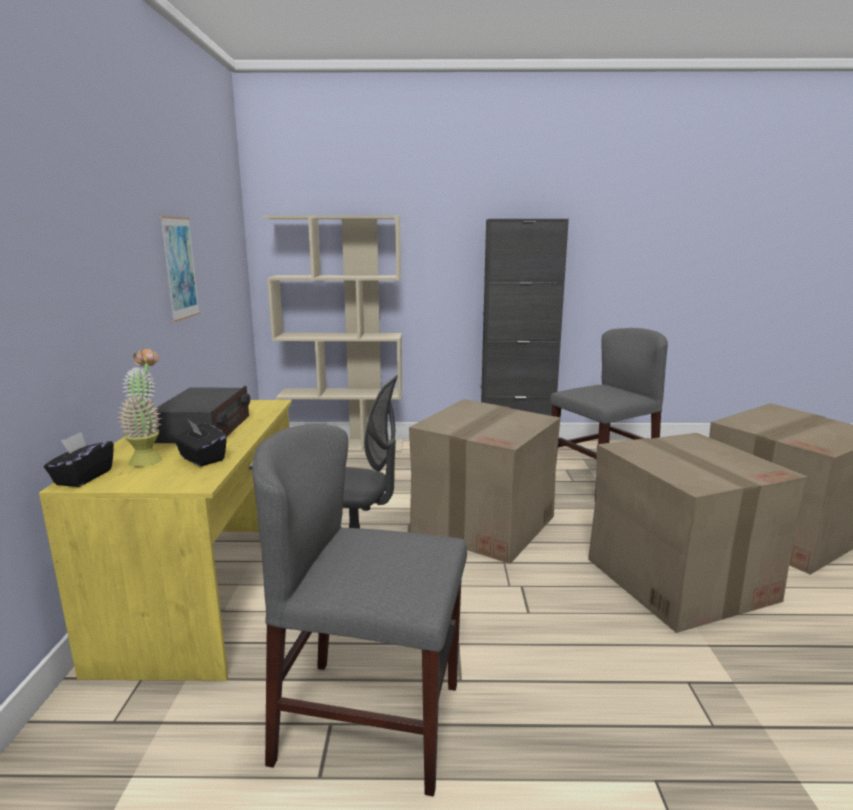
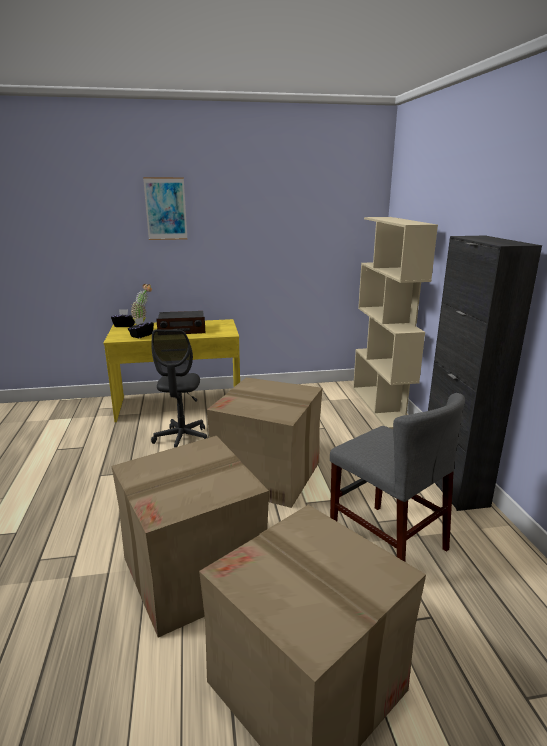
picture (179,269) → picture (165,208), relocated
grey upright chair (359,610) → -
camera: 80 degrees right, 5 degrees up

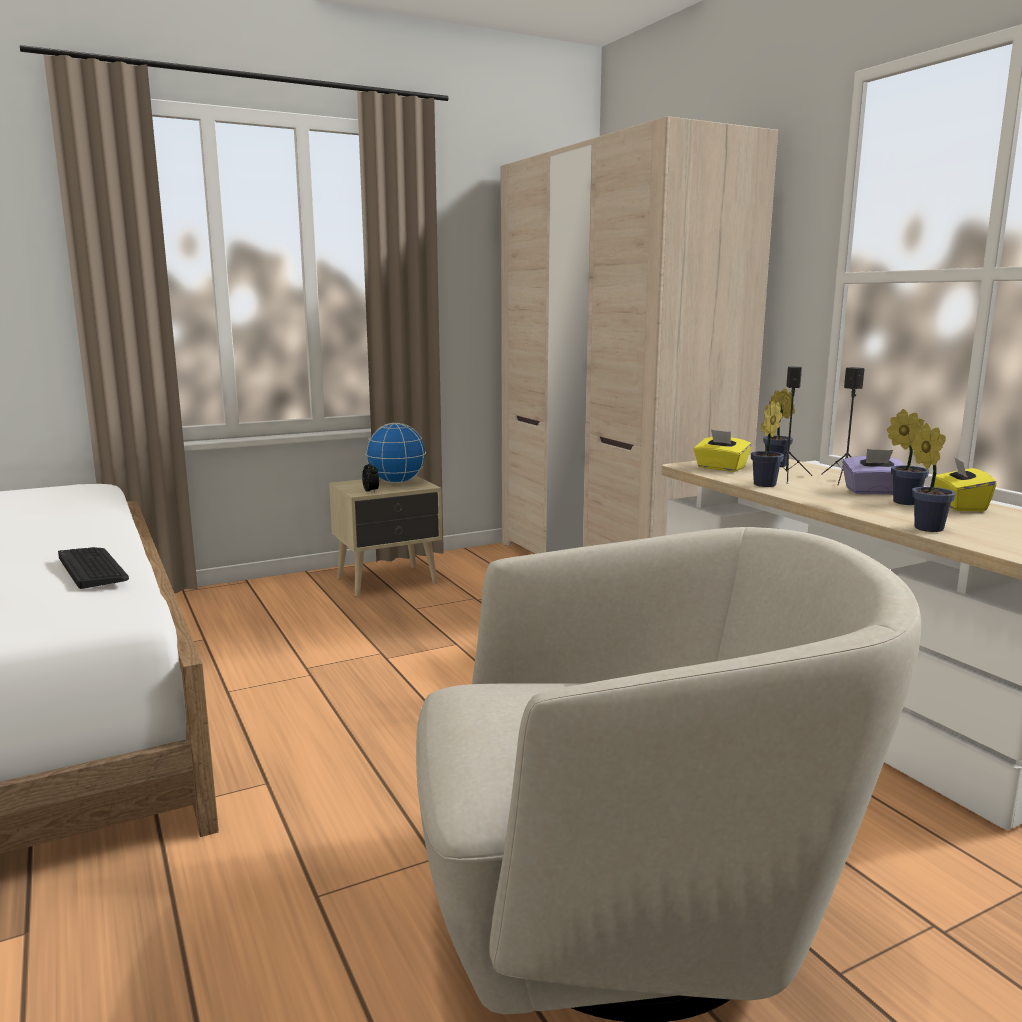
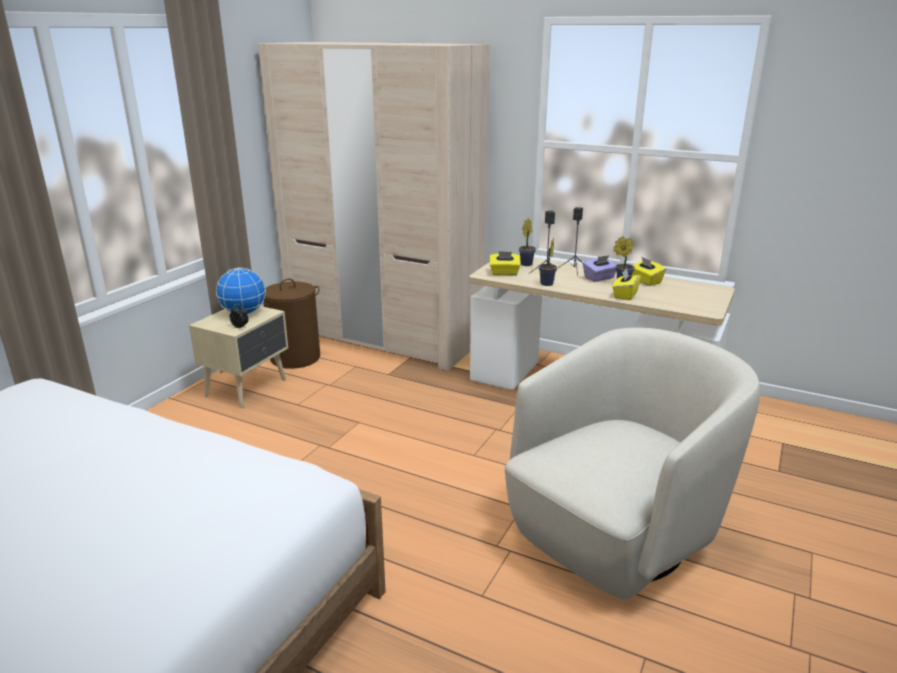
- → brown-coloured laundry basket (291,324)
- → yellowish box of tissues (626,284)
keyboard (93,568) → -
plant in a pot (933,477) → -
camera: 35 degrees left, 10 degrees up

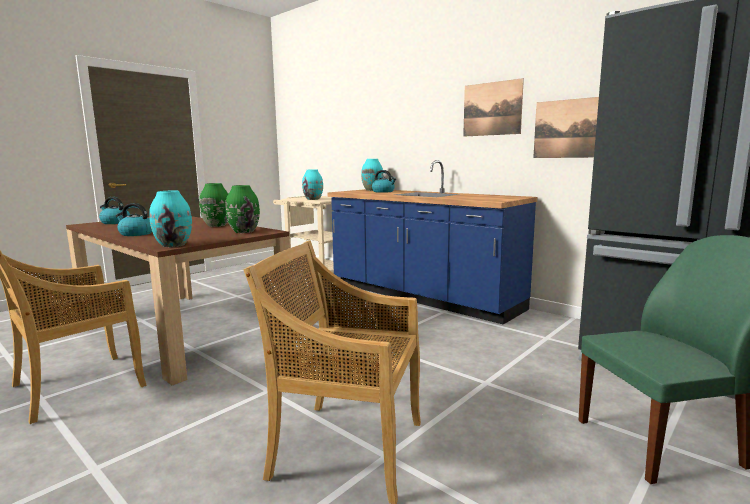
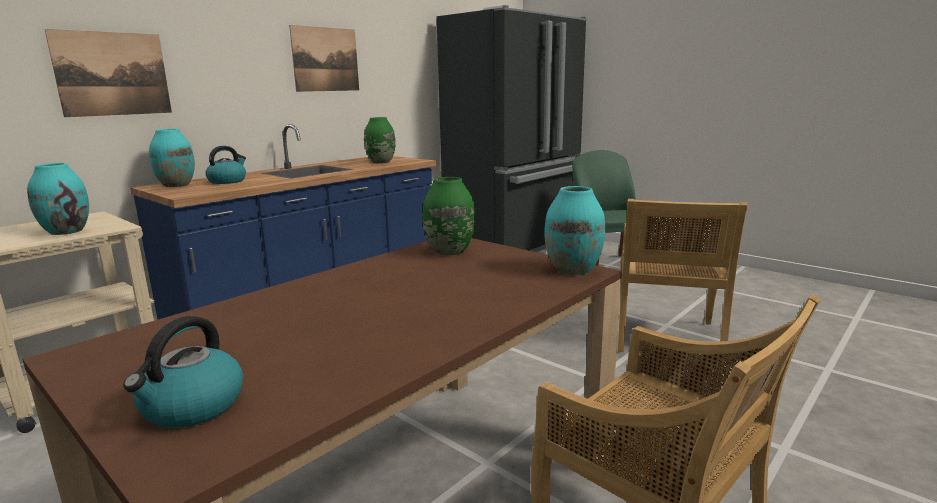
picture (566,127) → picture (108,73), relocated
greenish flower vase (213,205) → greenish flower vase (380,140), relocated
kettle (134,219) → -
camera: 90 degrees left, 5 degrees up

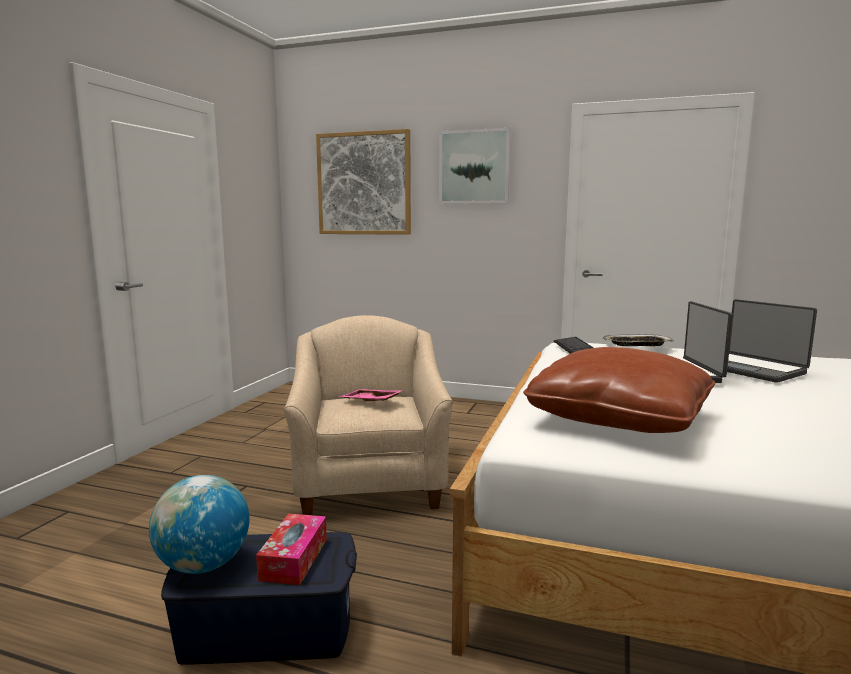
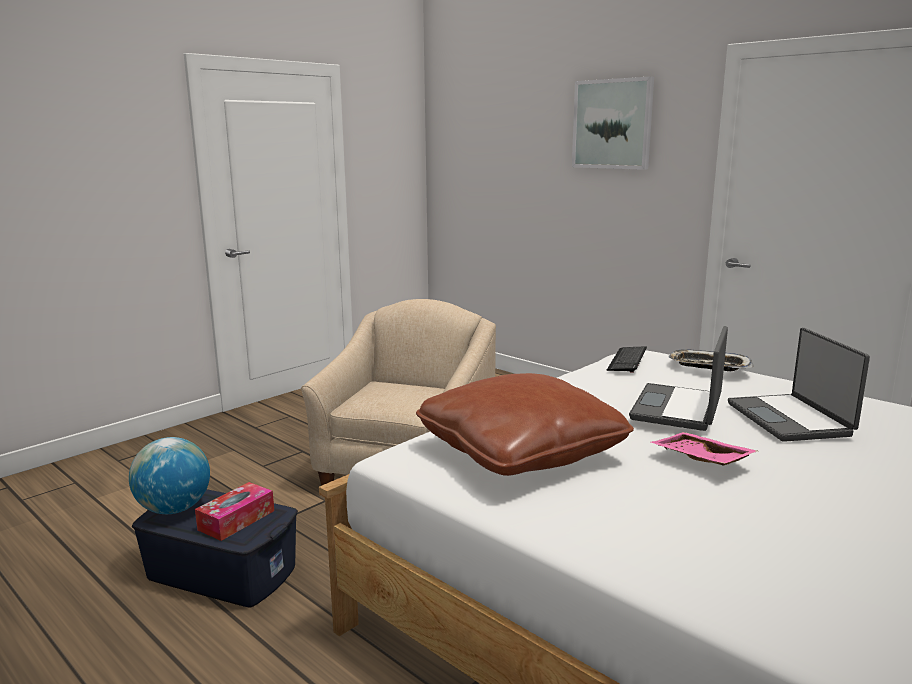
pink-coloured tray (372,395) → pink-coloured tray (704,448), relocated
picture (363,182) → -
camera: 25 degrees right, 5 degrees up

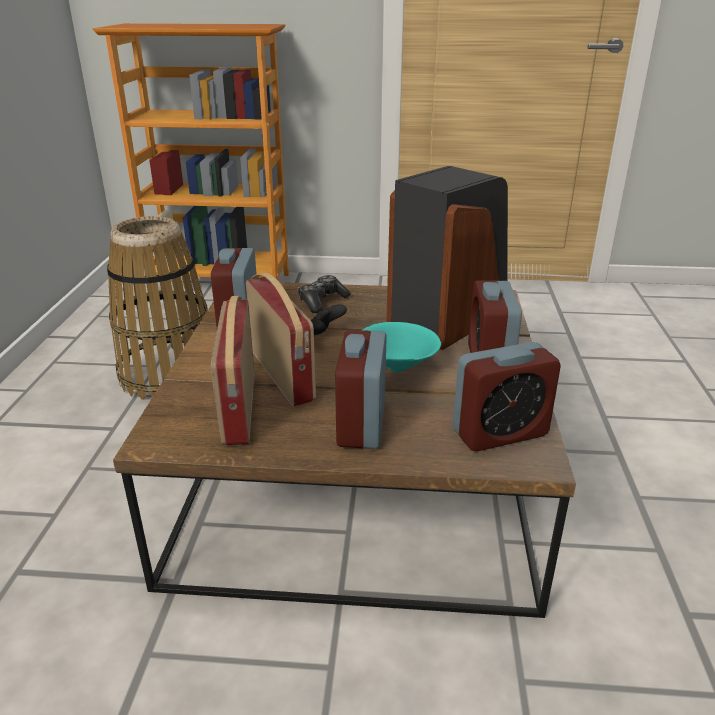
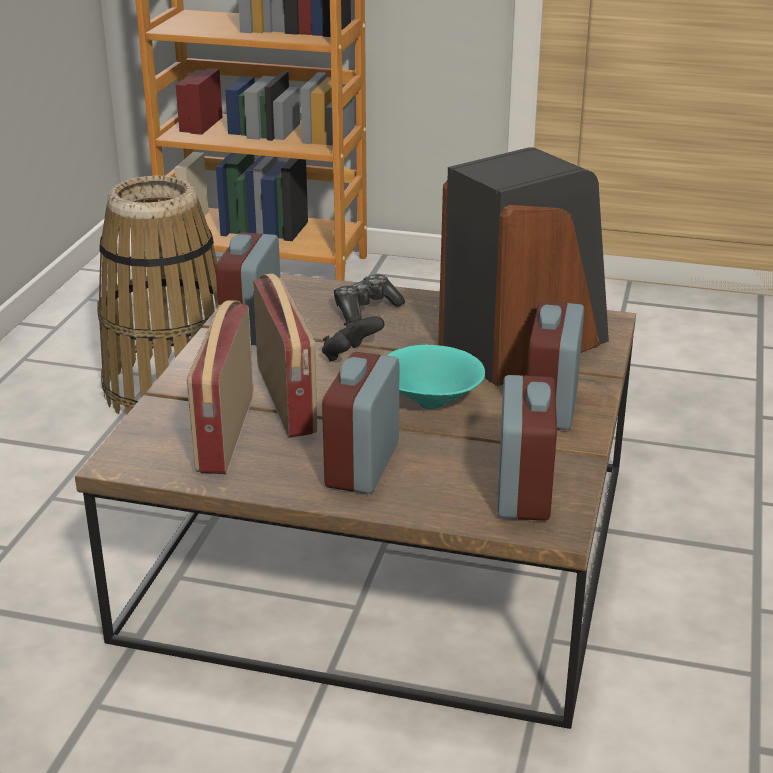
table clock (507,397) → table clock (527,448), 75 degrees counterclockwise
camera: 10 degrees right, 0 degrees up

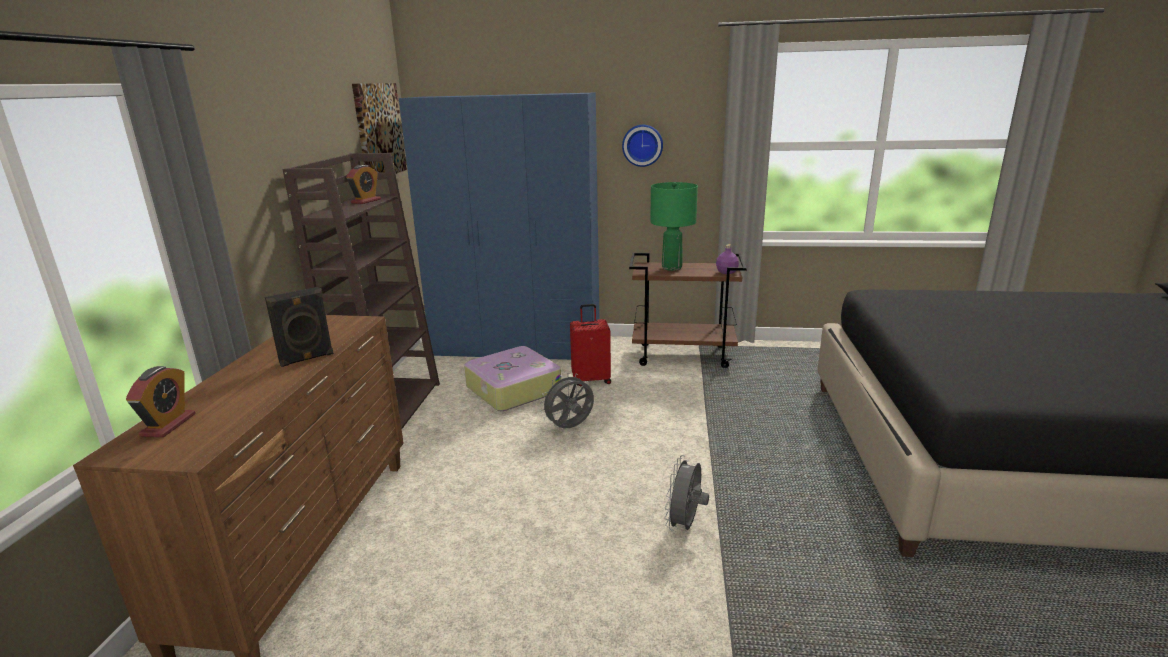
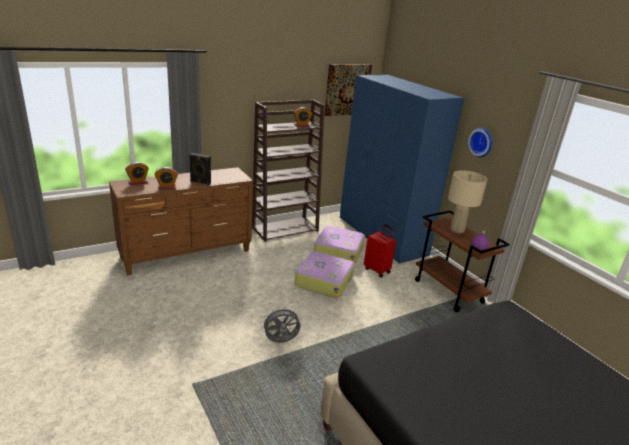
- → table clock (166,178)
grey electric fan (567,400) → suitcase (325,274)
greenish table lamp (674,226) → beige-coloured table lamp (467,201)
camera: 50 degrees right, 5 degrees up

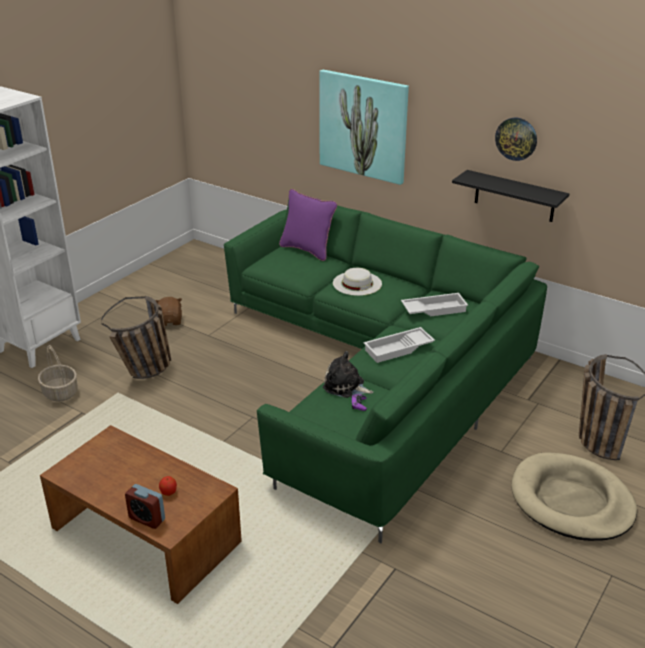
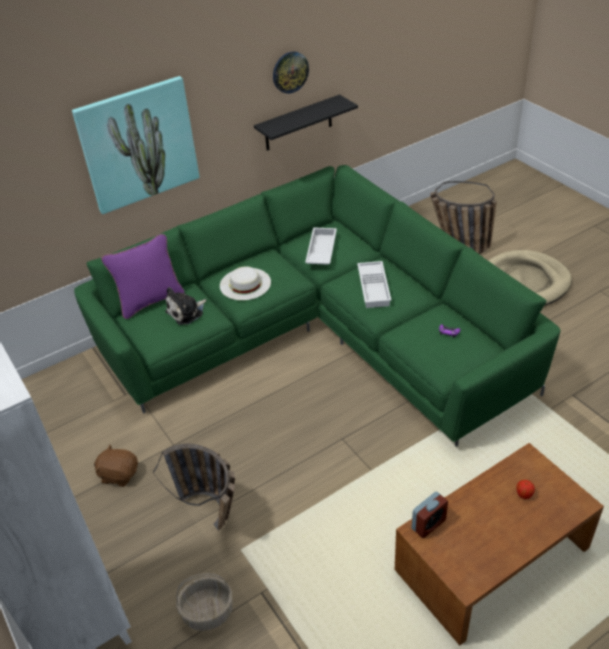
soft toy (348,374) → soft toy (186,306), relocated
table clock (145,506) → table clock (430,514), relocated
camera: 65 degrees left, 10 degrees up

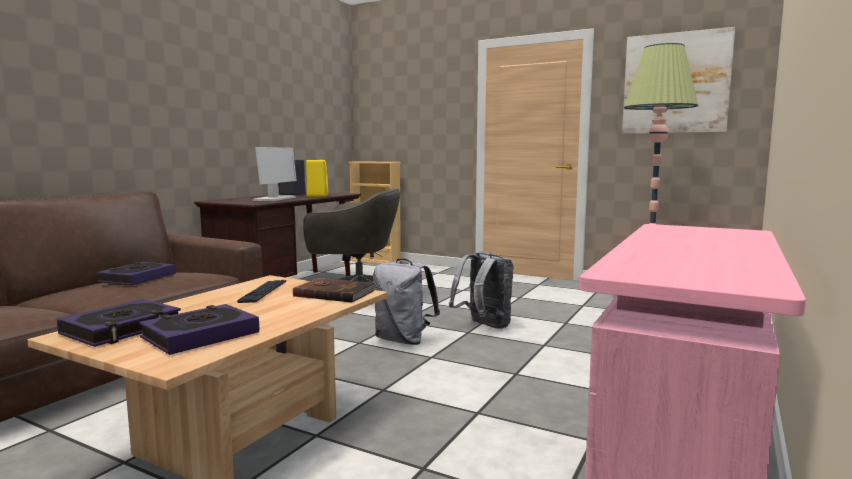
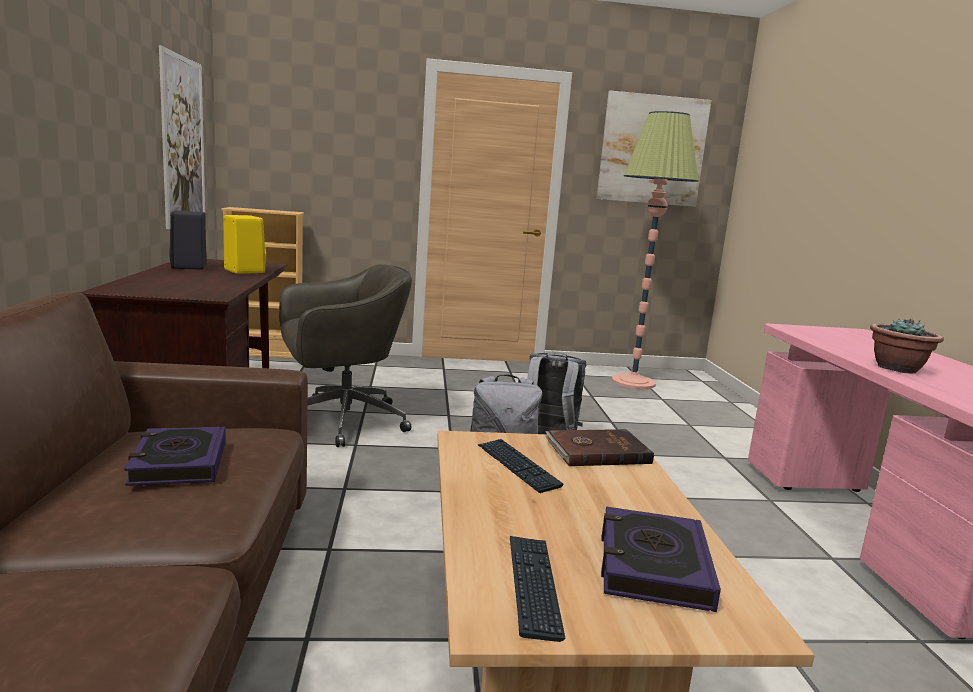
- → picture (182,137)
volume (119,323) → keyboard (537,589)
- → plant in a pot (907,346)
computer screen (275,174) → -
camera: 35 degrees left, 5 degrees up

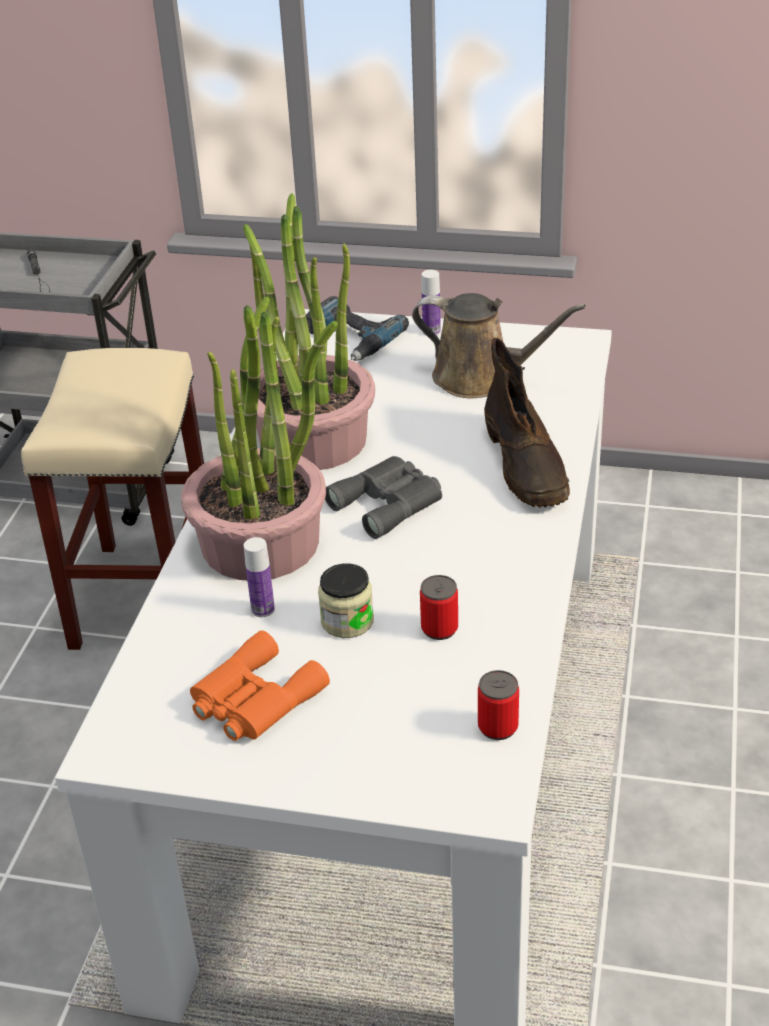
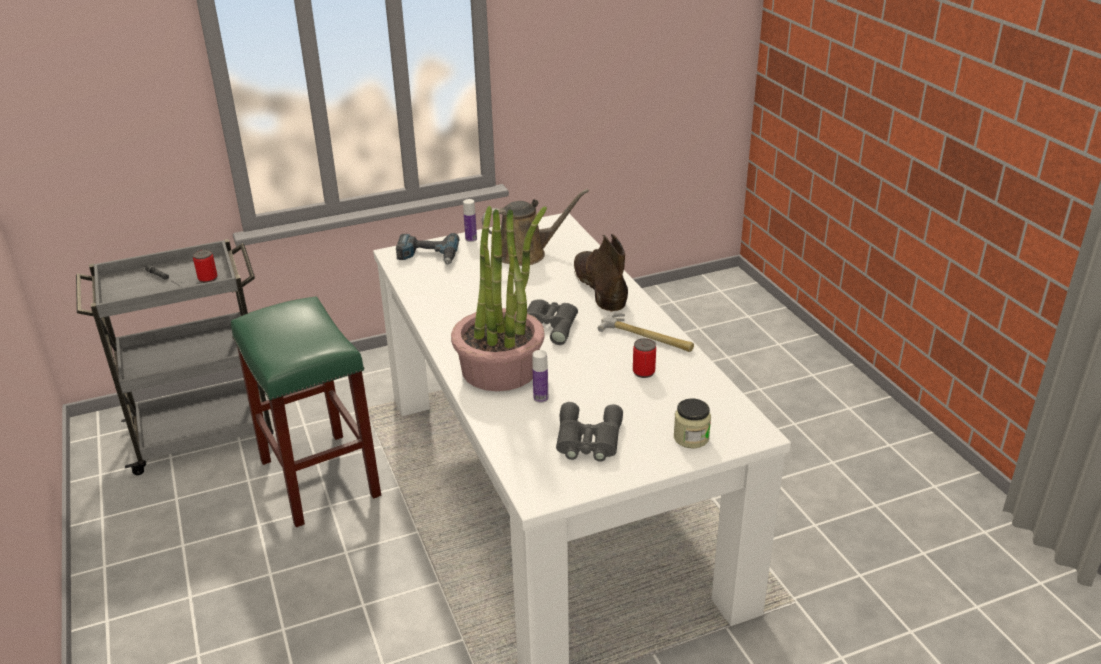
can (498,705) → can (205,266), relocated
beige-coloured sitting stool (112,499) → greenish sitting stool (306,411)
orangey pair of binoculars (260,685) → grey pair of binoculars (589,432)
brown-coloured boot (527,423) → brown-coloured boot (601,273), 150 degrees counterclockwise
- → tool hammer (646,333)
jar (346,600) → jar (692,423), relocated
plant in a pot (309,331) → -
camera: 35 degrees left, 5 degrees down

